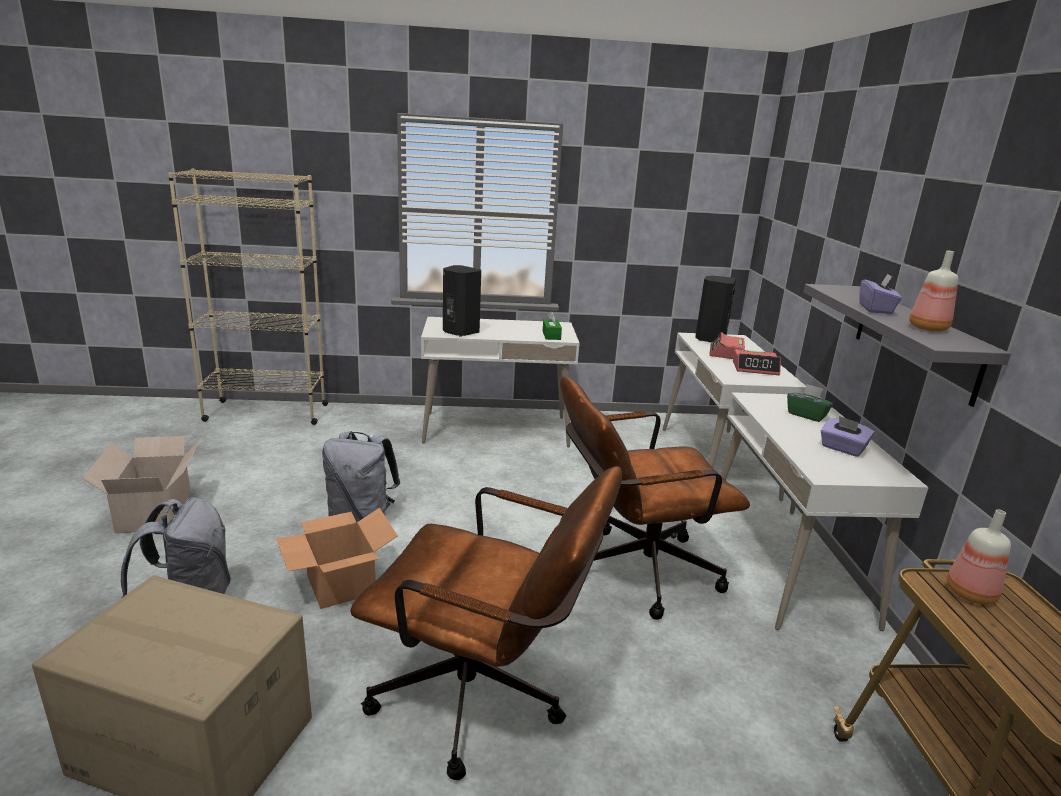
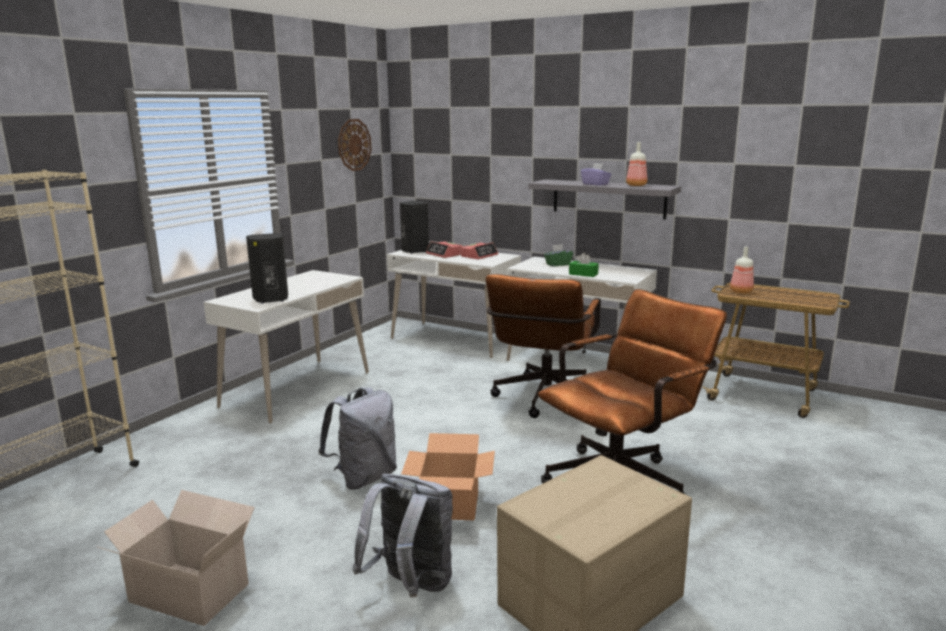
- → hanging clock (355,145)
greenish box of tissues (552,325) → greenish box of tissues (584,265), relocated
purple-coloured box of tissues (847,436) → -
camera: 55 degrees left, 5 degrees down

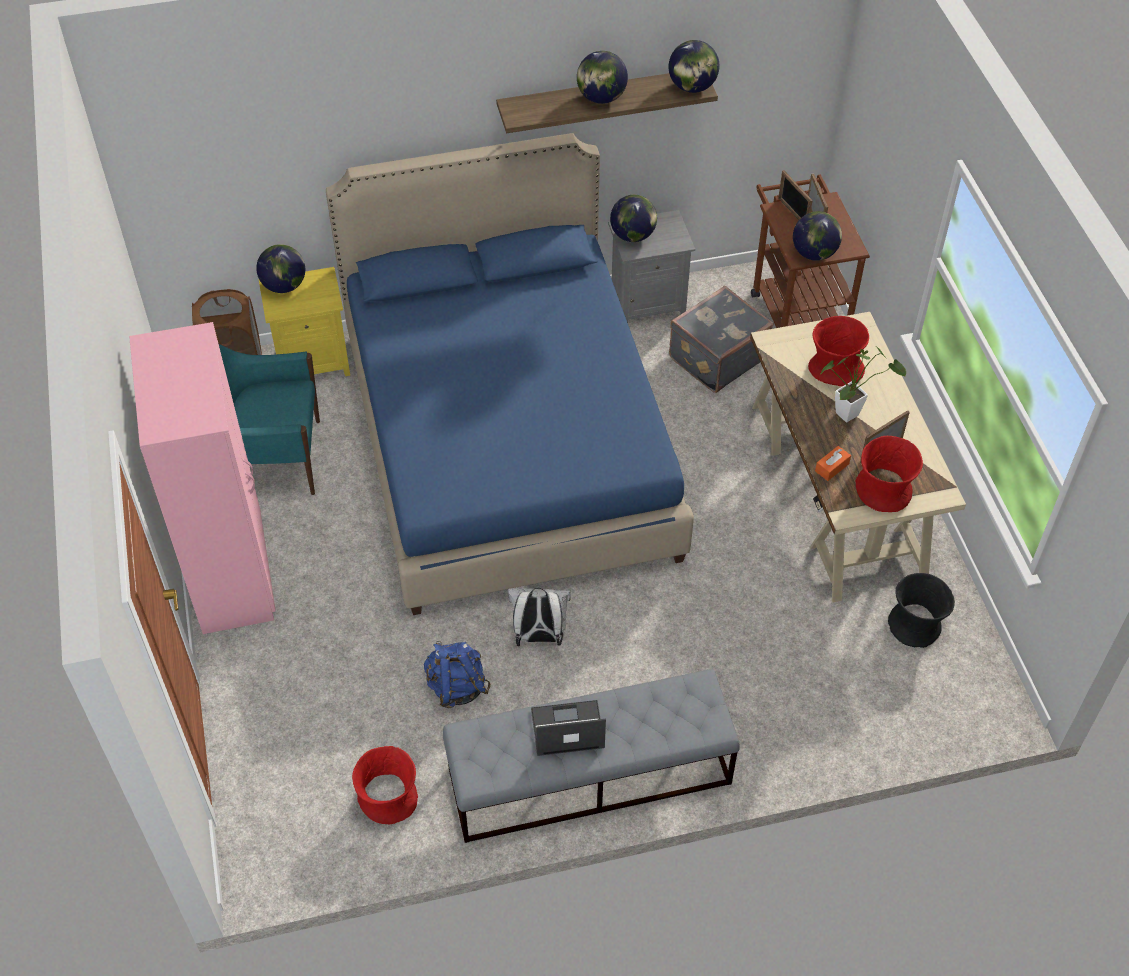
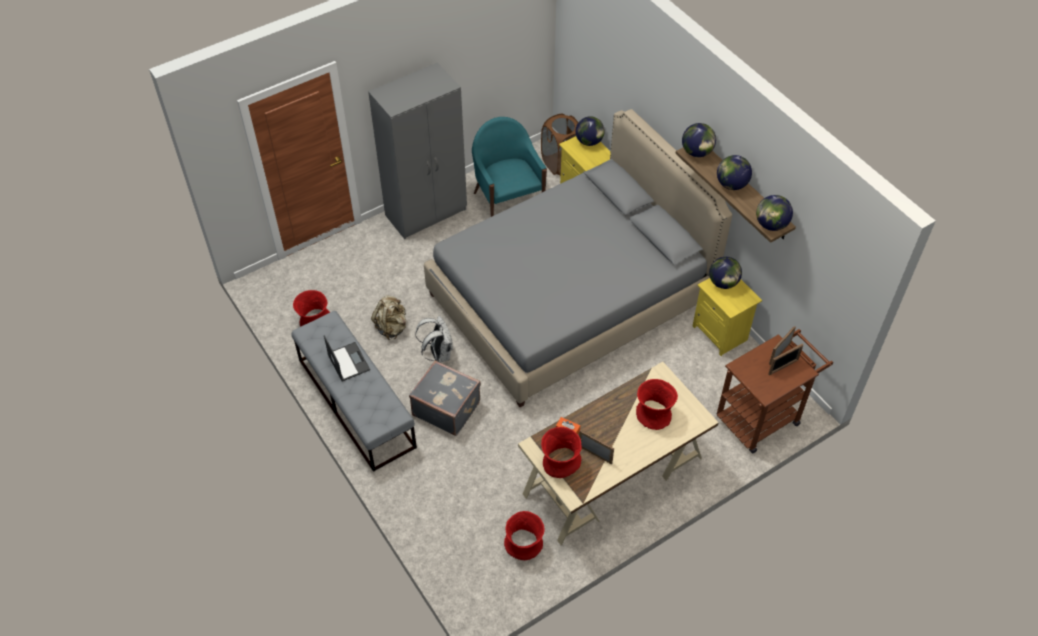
pink-coloured armoire (202,478) → grey armoire (417,151)
blue backpack (457,674) → beige-coloured backpack (388,317)
grey suitcase (721,339) → grey suitcase (445,398), relocated
blue bed (510,374) → grey bed (578,258)
black flower vase (921,610) → red-coloured flower vase (524,535)
globe (817,236) → globe (699,140), relocated
grey bedside table (651,266) → yellowish bedside table (727,317)
plant in a pot (863,384) → -
camera: 70 degrees right, 0 degrees up

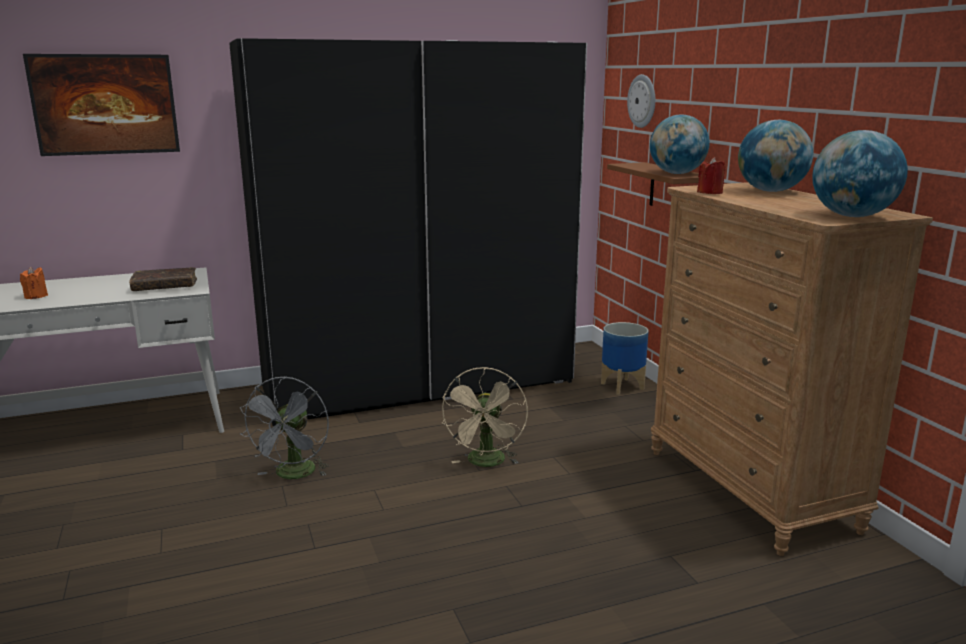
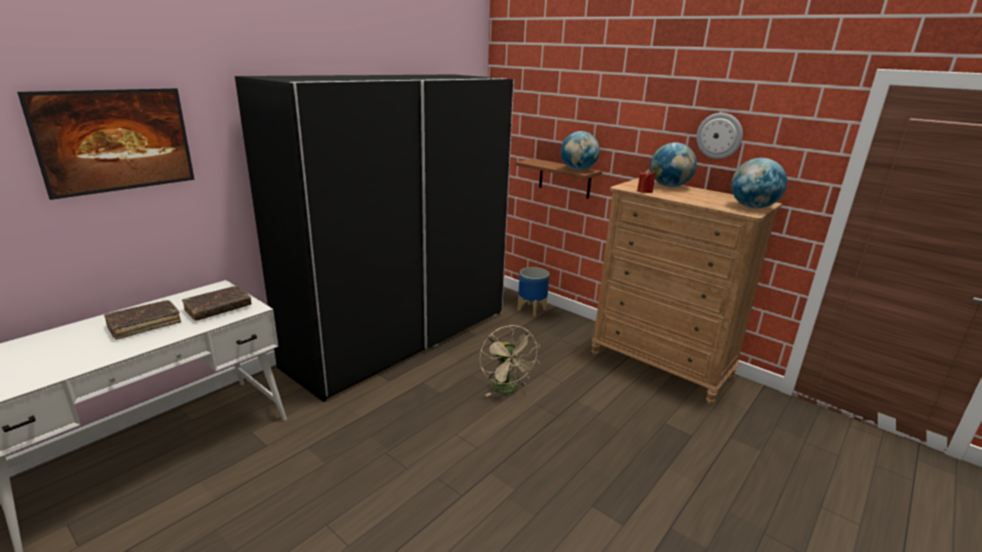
- → brown-coloured volume (142,320)
hanging clock (641,101) → hanging clock (719,136), relocated
orangey candle (34,283) → -
grey electric fan (284,427) → -
camera: 30 degrees left, 5 degrees up

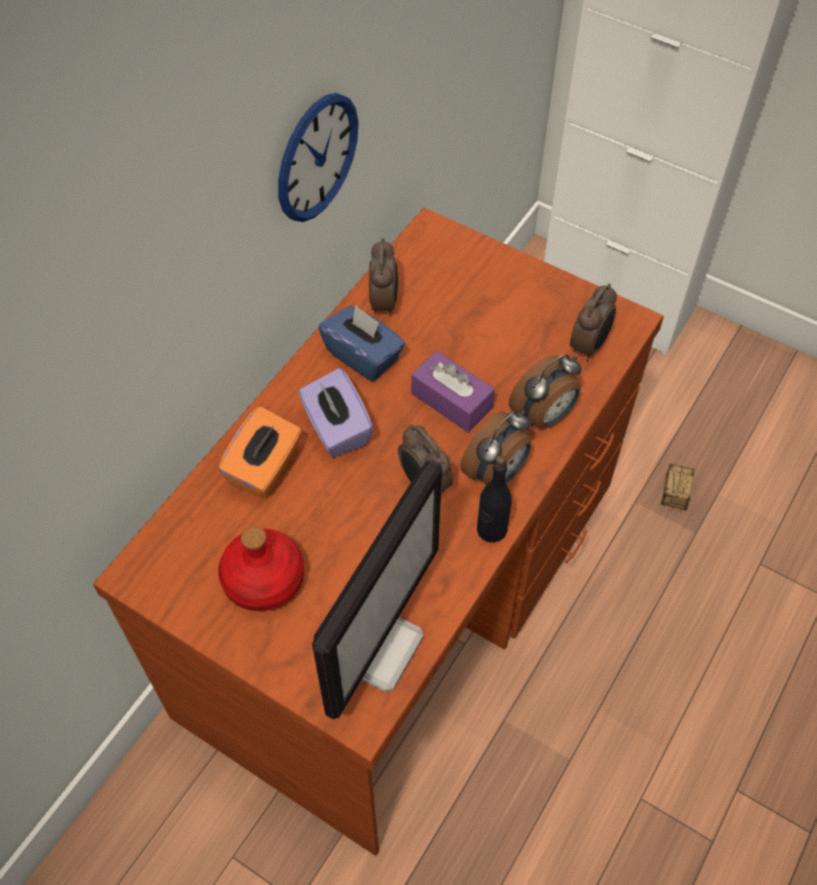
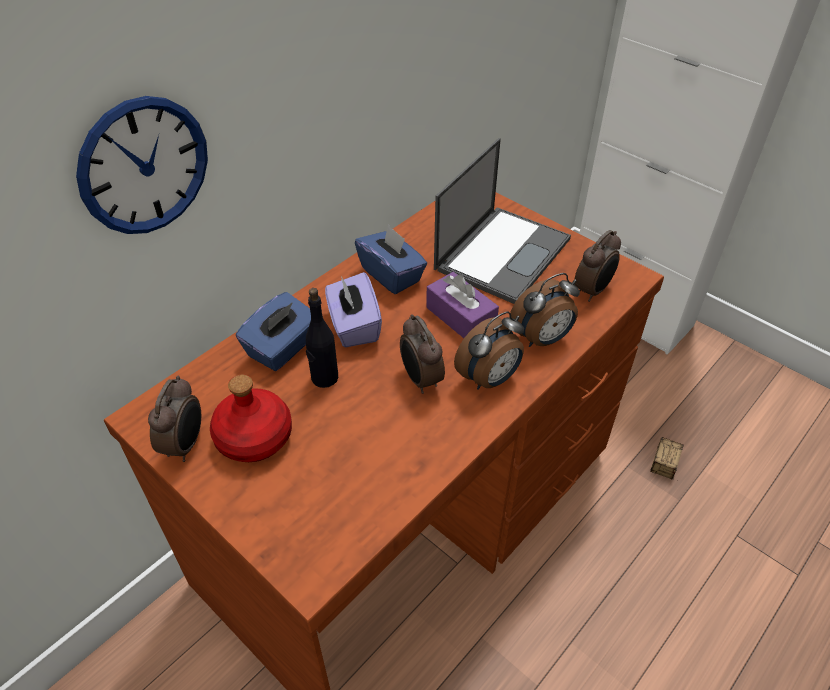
hanging clock (318,157) → hanging clock (142,165), relocated
table clock (383,277) → table clock (174,419), relocated
orangey box of tissues (260,452) → blue box of tissues (273,331)
black beverage bottle (494,499) → black beverage bottle (322,338), relocated
- → portable computer (502,221)
computer screen (377,589) → -
camera: 10 degrees right, 10 degrees down

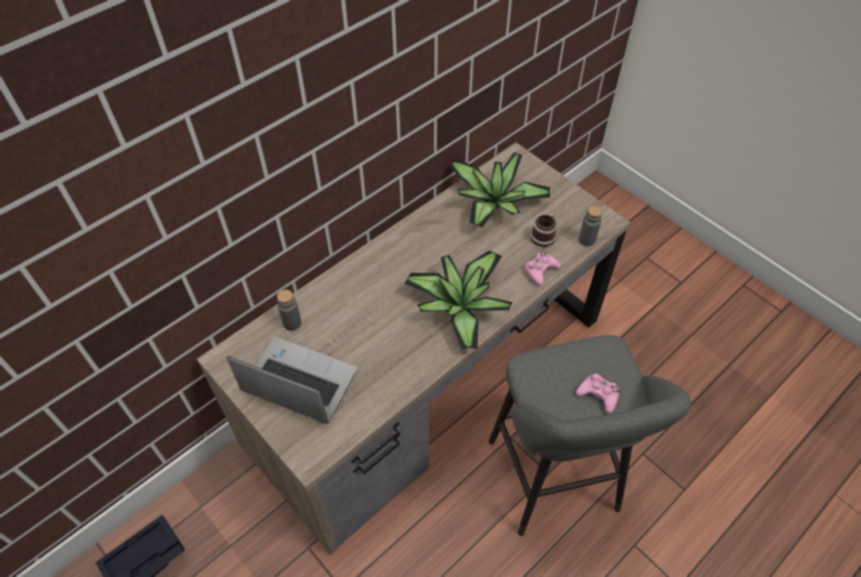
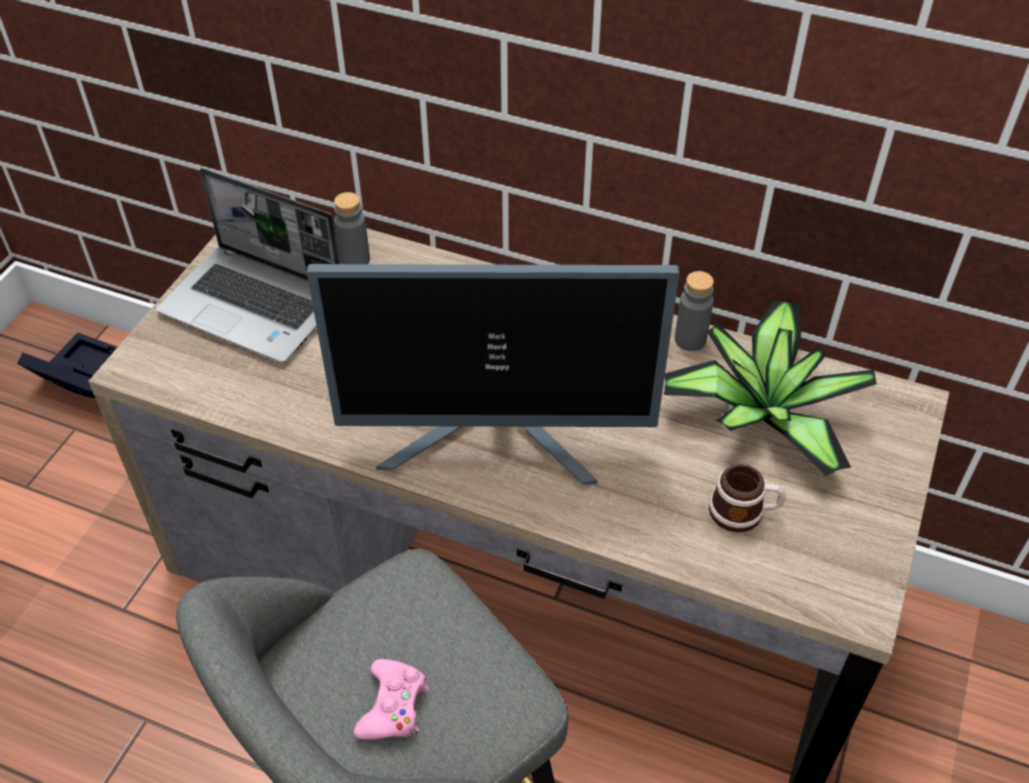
portable computer (291,380) → portable computer (248,265), 120 degrees clockwise
plant in a pot (458,299) → computer screen (493,374)
grey beverage bottle (590,226) → grey beverage bottle (694,311), relocated
pink-coloured joypad (542,269) → -
camera: 65 degrees right, 5 degrees down

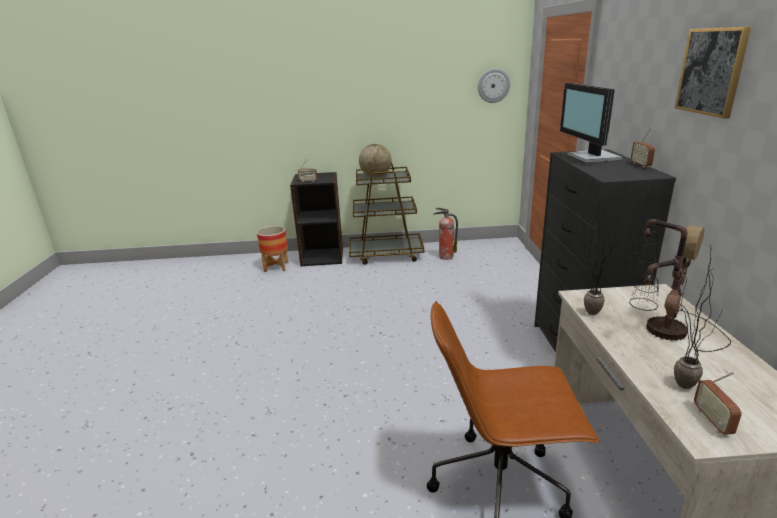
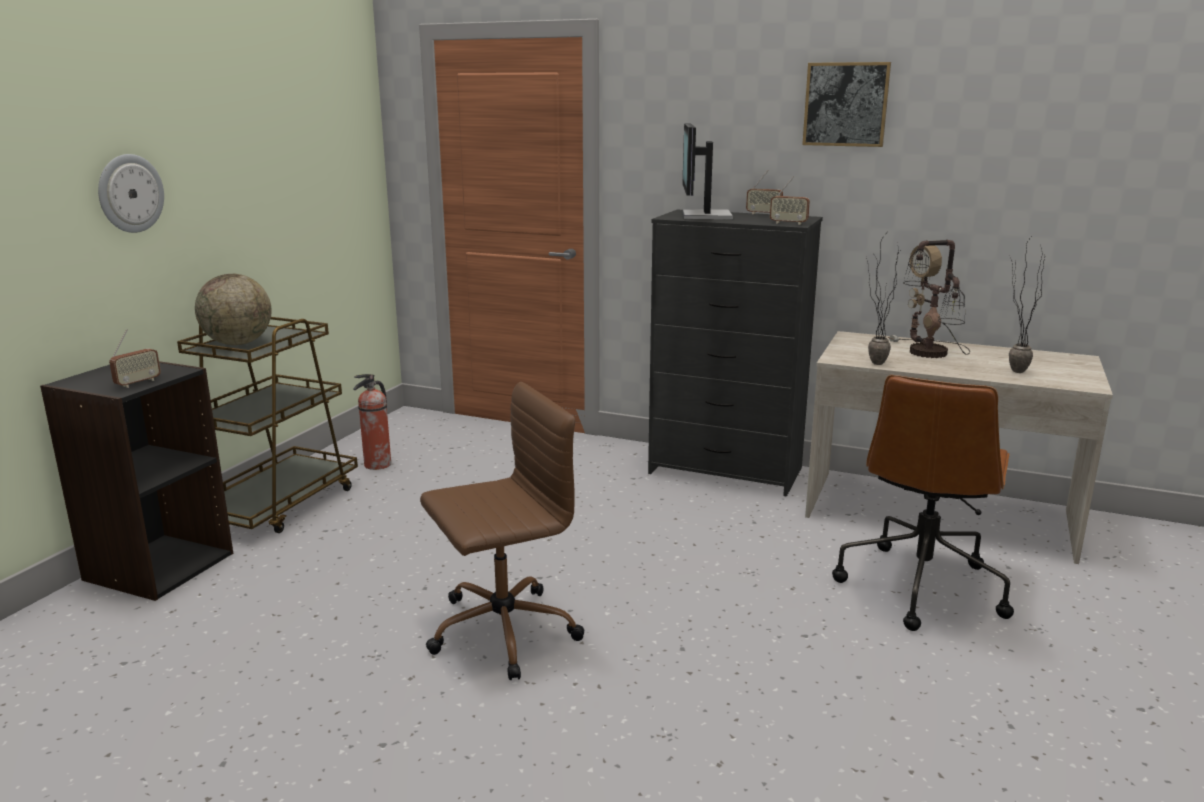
hanging clock (494,85) → hanging clock (131,193), relocated
- → brown-coloured office chair (502,531)
computer screen (591,122) → computer screen (707,171), 75 degrees clockwise
radio (718,403) → radio (790,200), relocated
plant pot (273,249) → -
camera: 65 degrees left, 5 degrees down

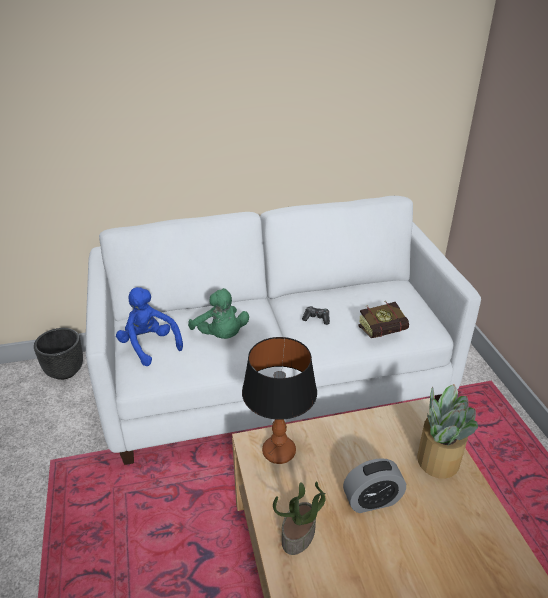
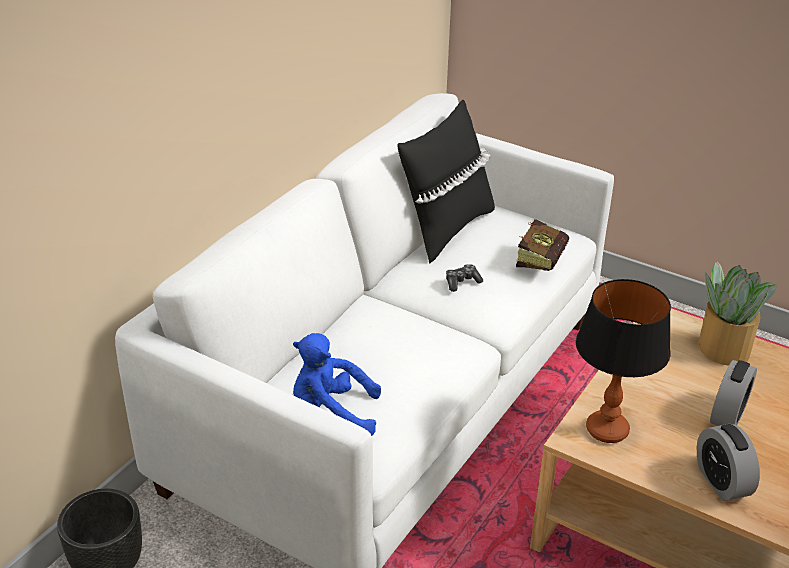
- → black cushion (446,182)
plant in a pot (299,518) → table clock (728,462)
greenish soft toy (218,313) → -
camera: 45 degrees left, 0 degrees up

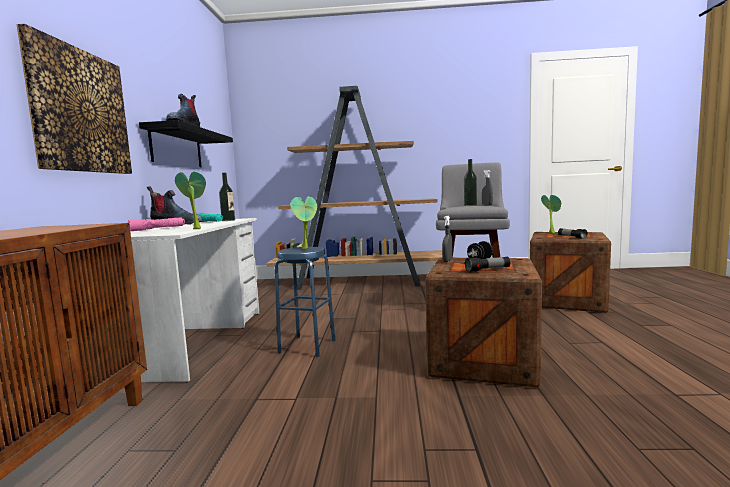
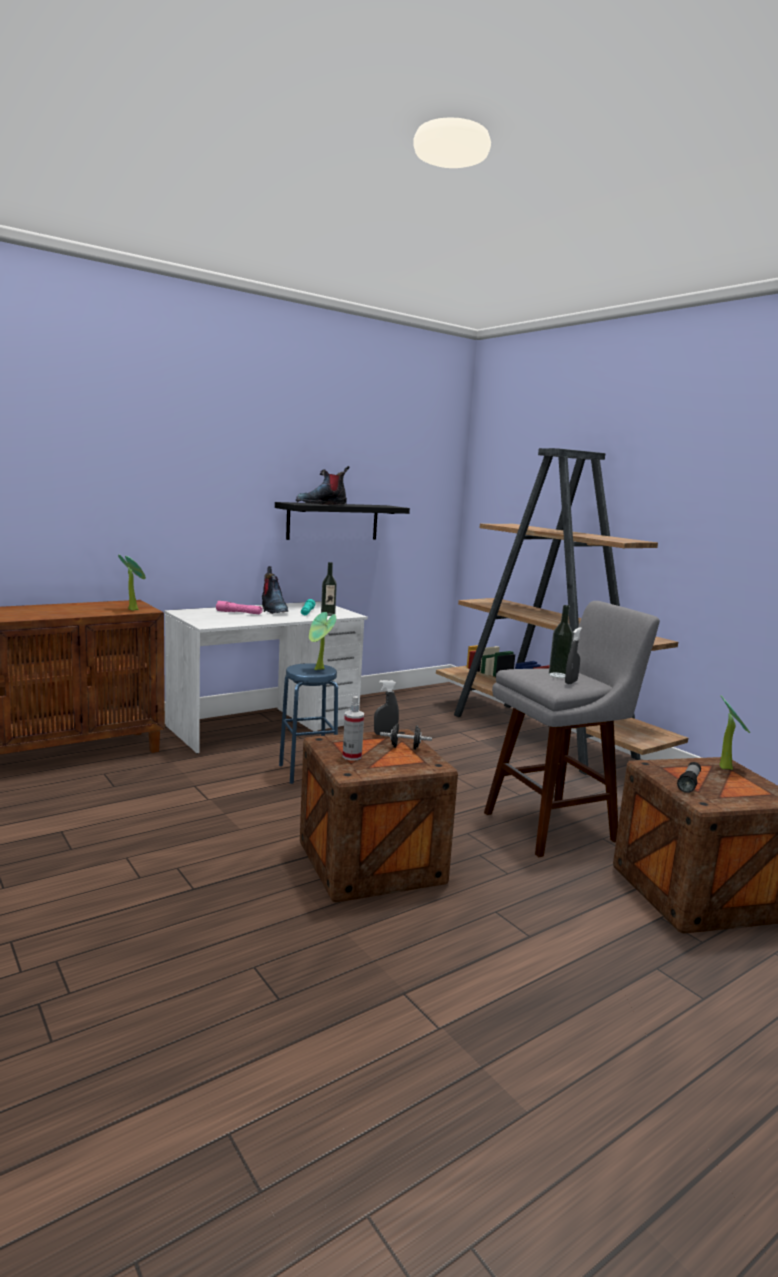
plant in a pot (190,200) → plant in a pot (132,582), relocated
flashlight (487,264) → spray bottle (353,728)
picture (74,99) → -
camera: 50 degrees right, 5 degrees up

